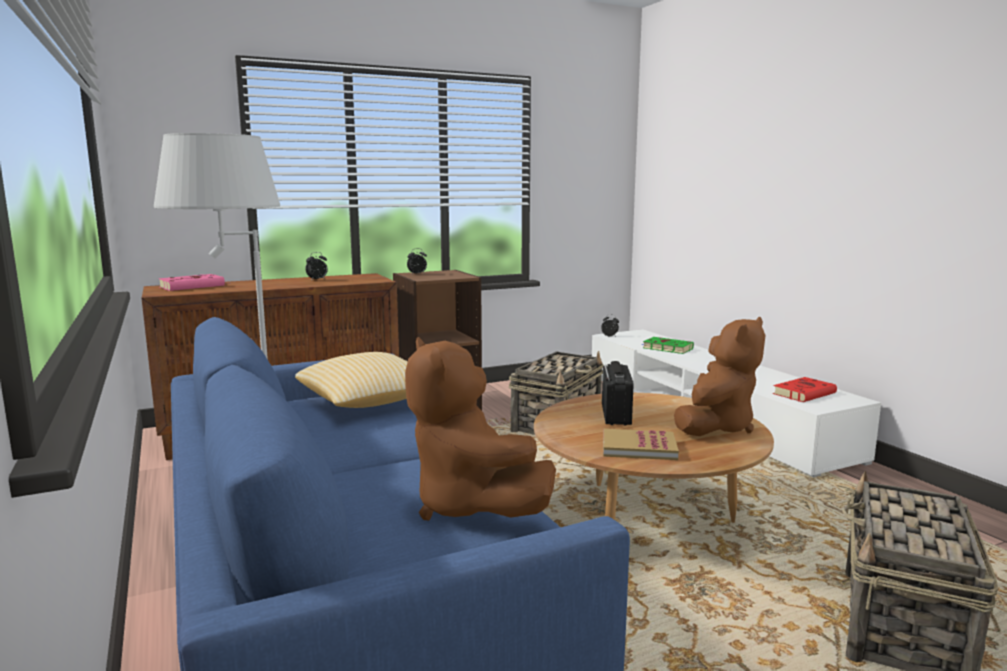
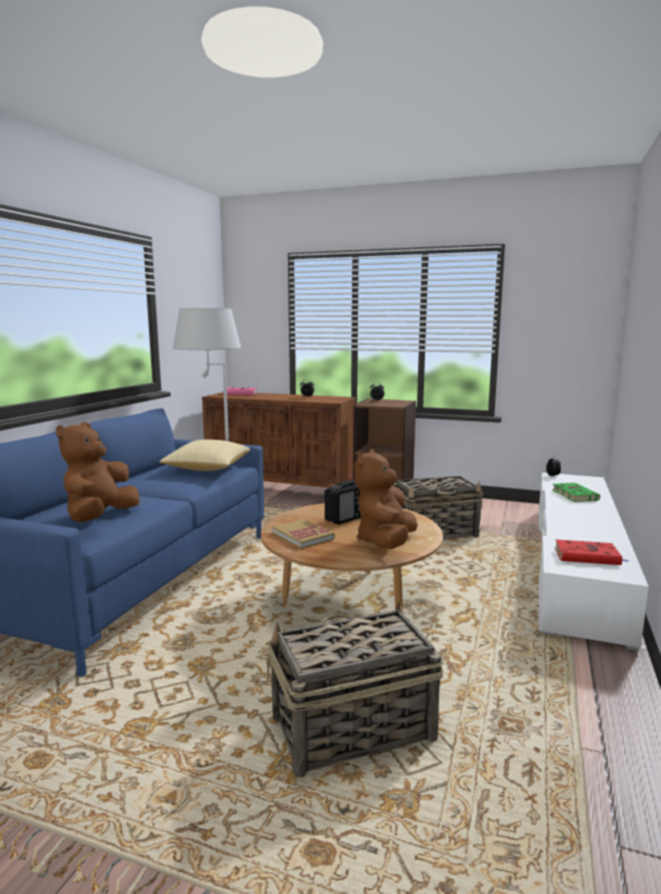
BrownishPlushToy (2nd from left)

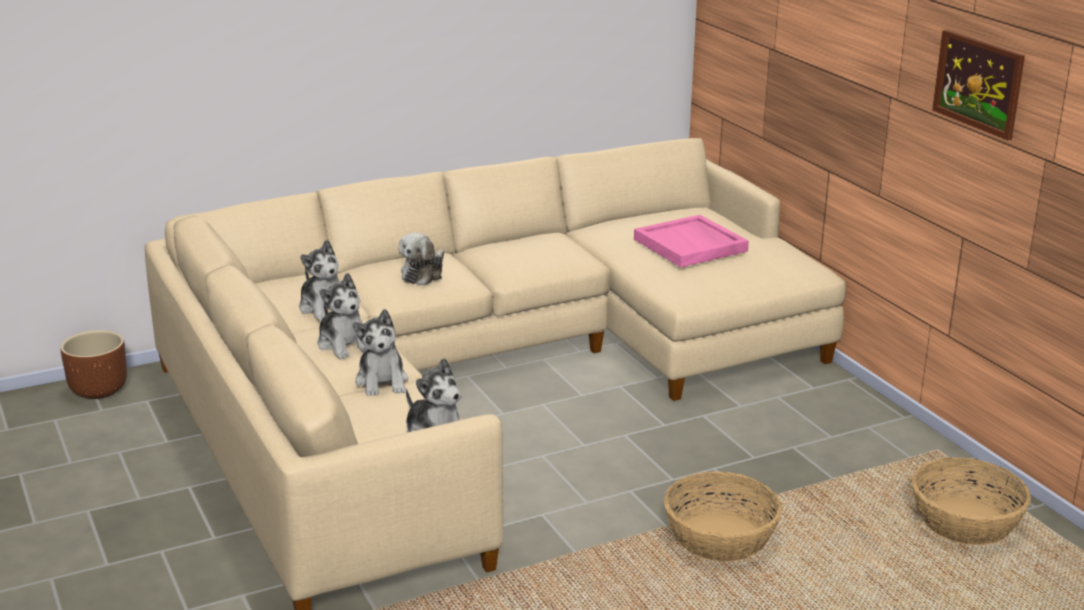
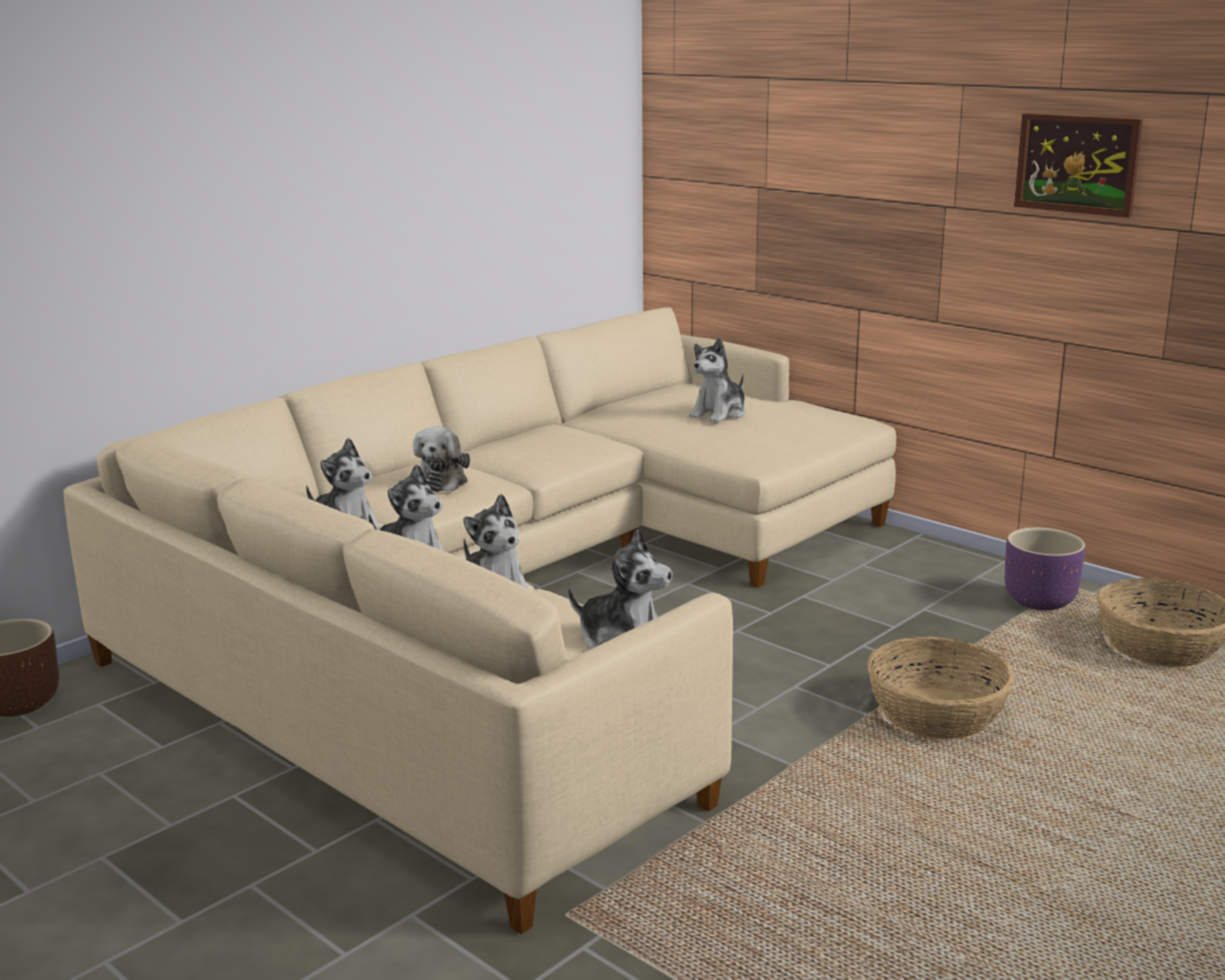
PurpleColouredPlantPot; PlushToy (6th from left)

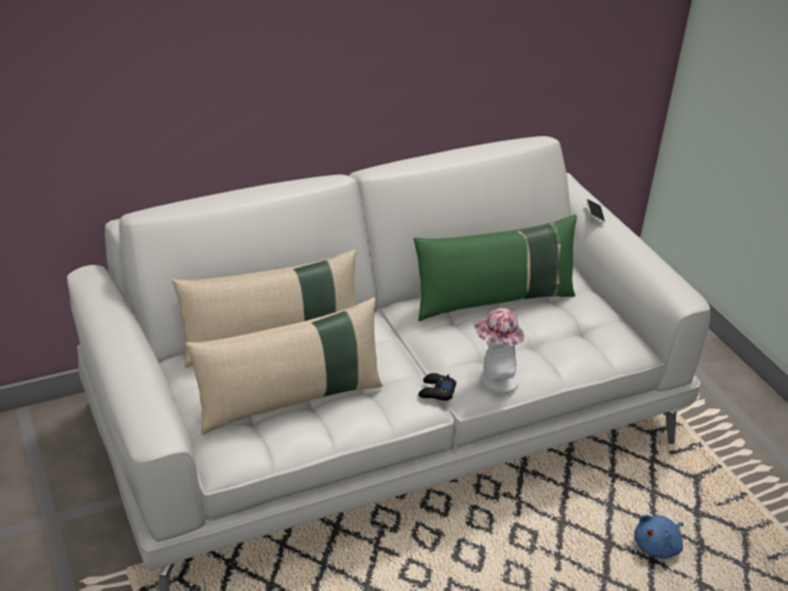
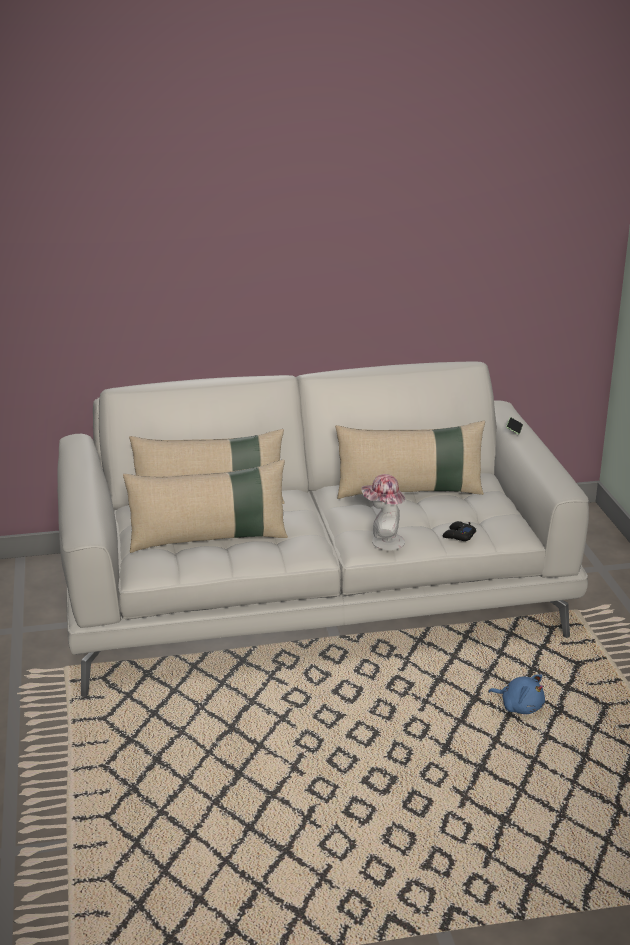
BlackGameController; SandColouredPillow (3rd from left); BluePlushToy

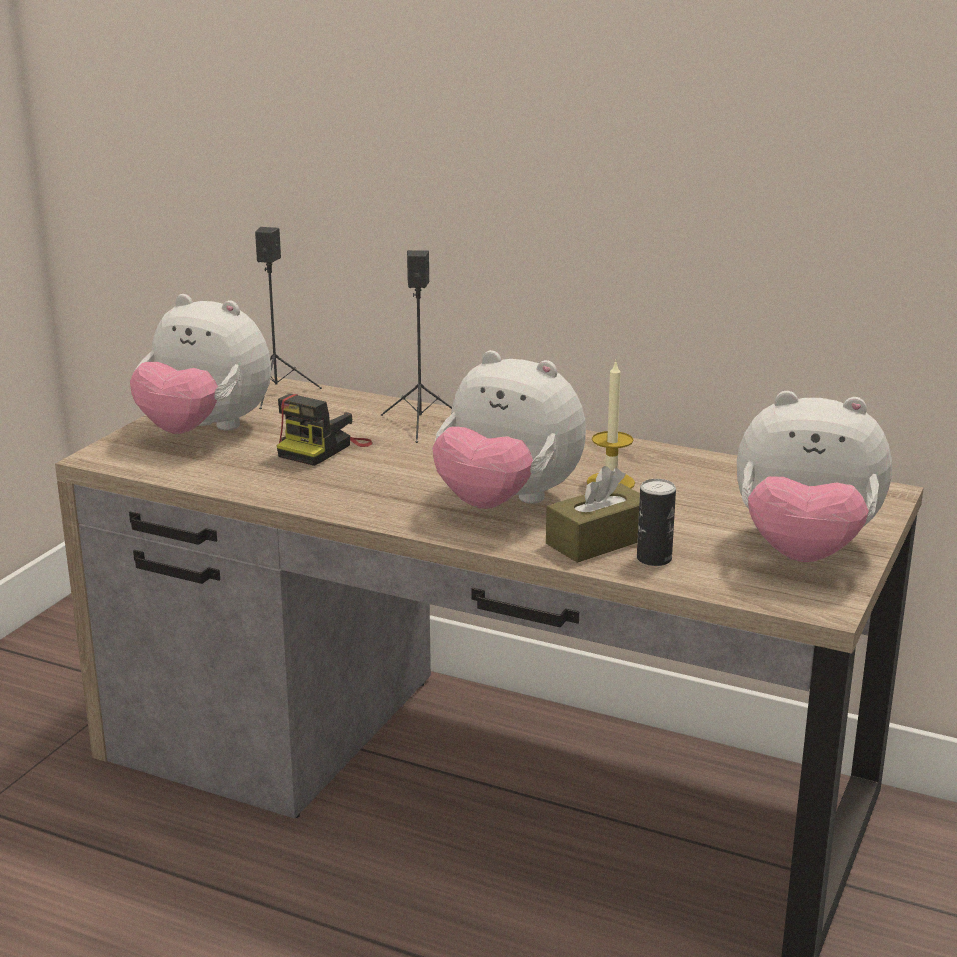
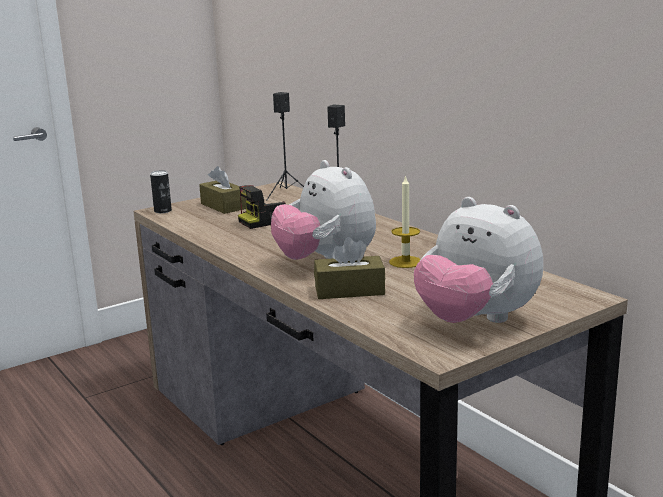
MetalCan; BrownishBoxOfTissues (1st from left)

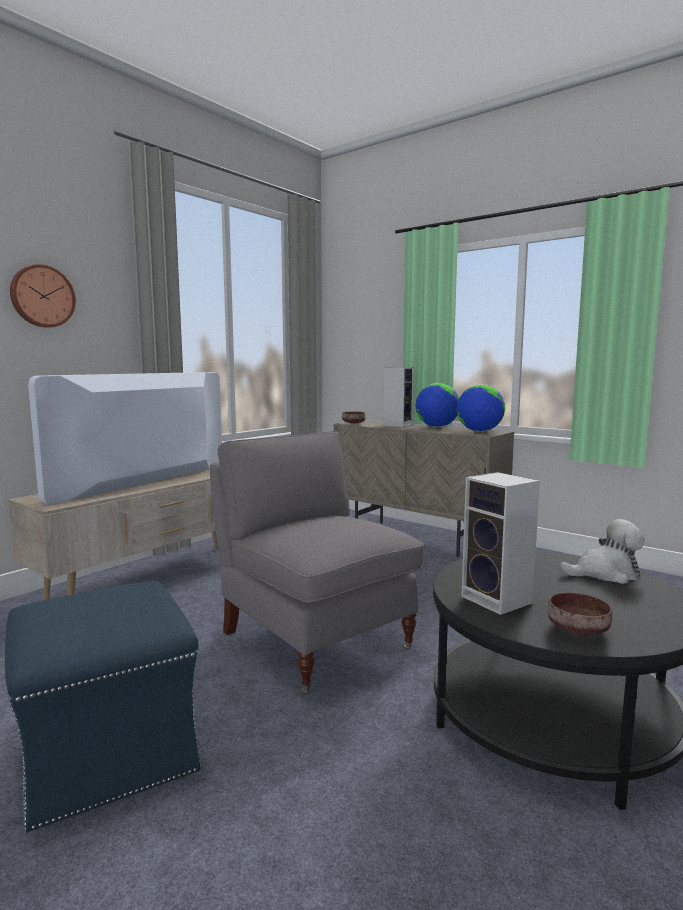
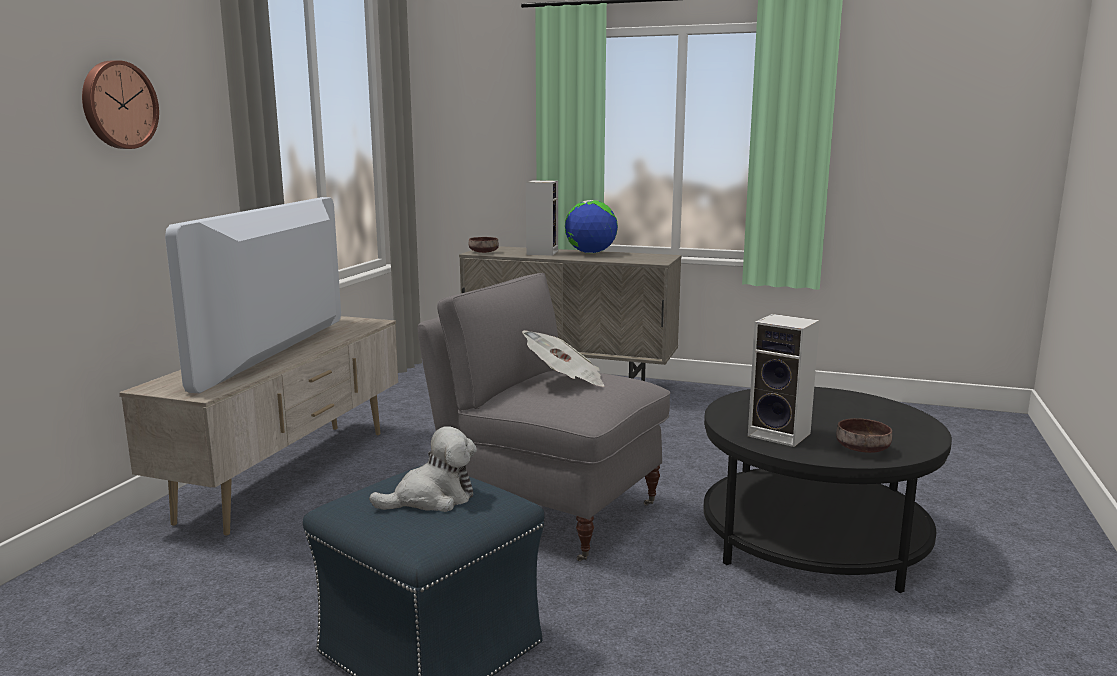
DeskGlobe (2nd from left in the first image); DailyPaper; PlushToy

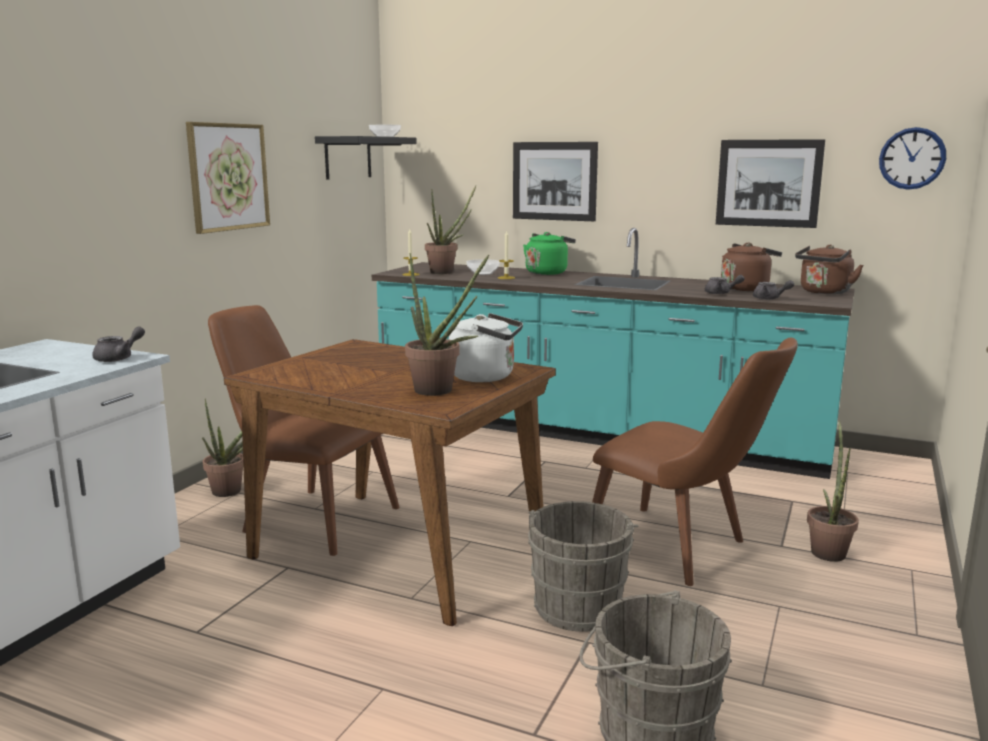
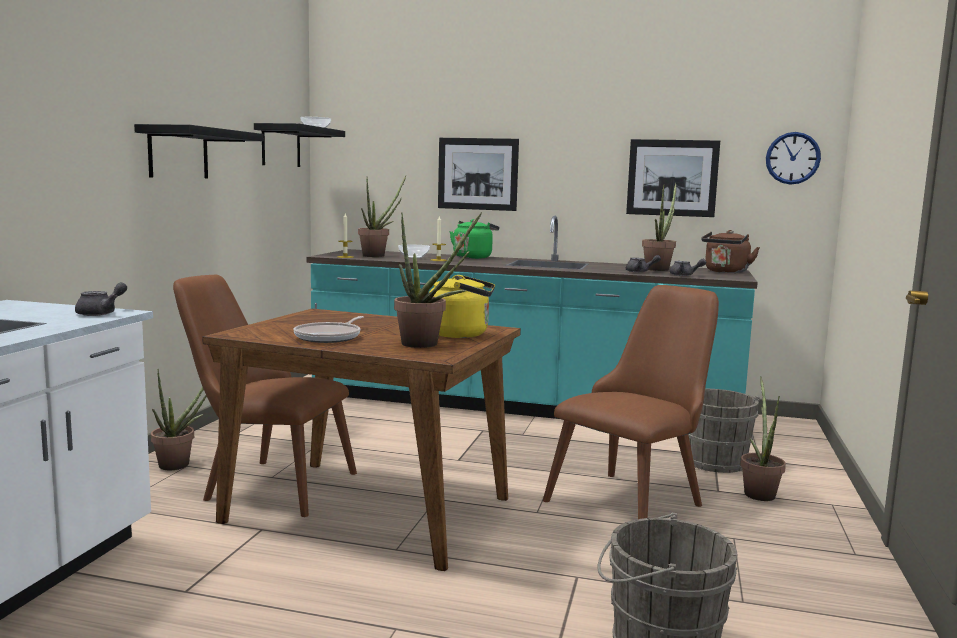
FryingPan; GreyishWaterBucket (2nd from left); BlackBracketShelf (1st from left); PlantInAPot (4th from left); YellowWaterKettle; BrownishUprightChair (2nd from left)

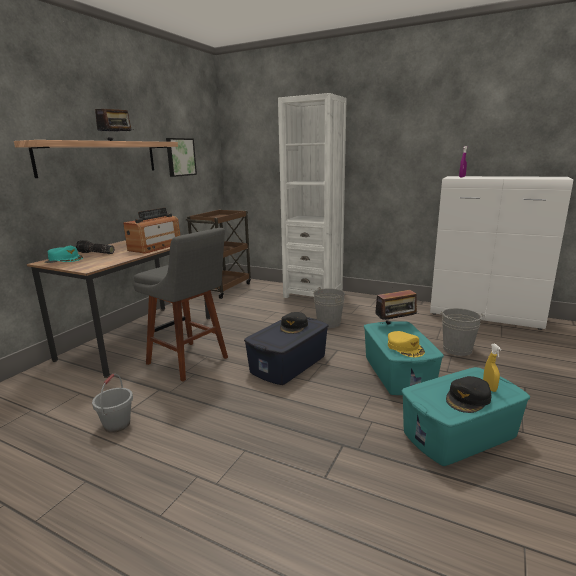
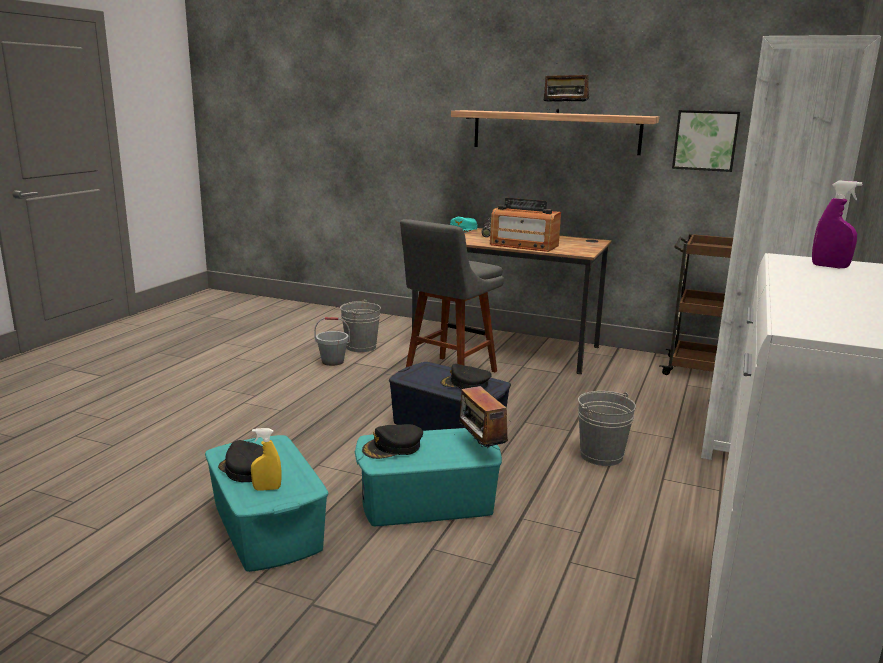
GreyishWaterBucket (2nd from left); BlackPeakedCap (2nd from left)

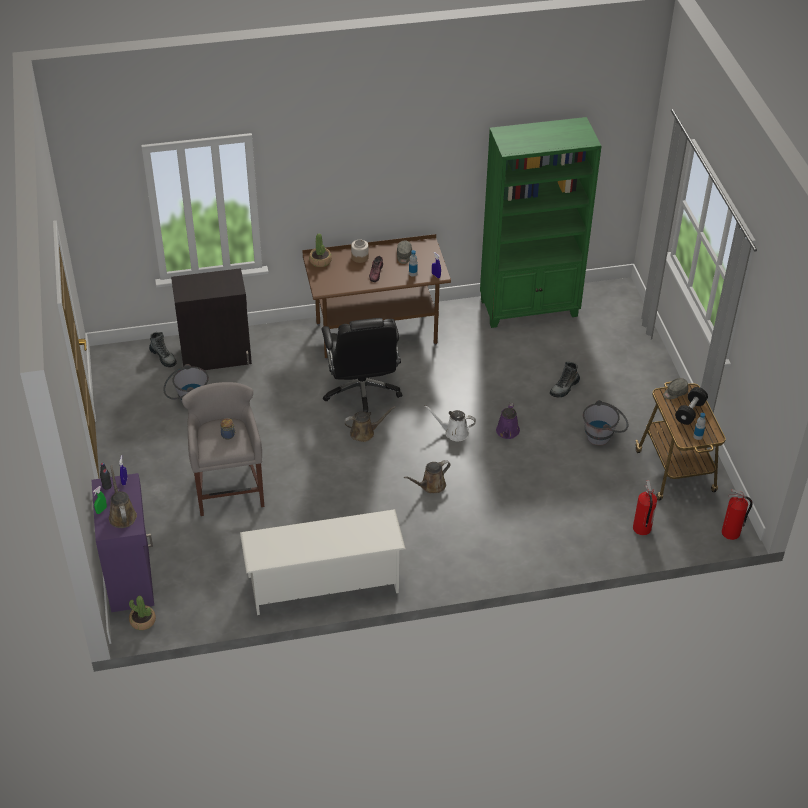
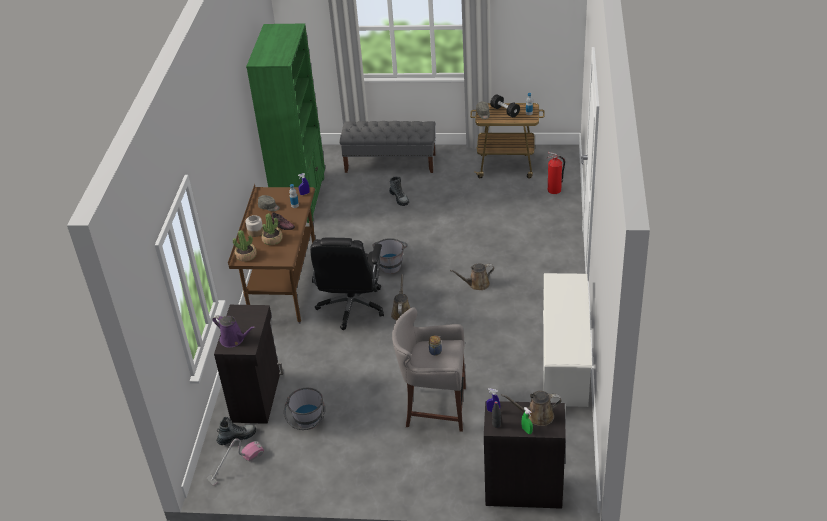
WhitishSprinklingCan; FireFightingCylinder (2nd from left in the first image); VacuumCleaner; GreyishLongSeat; PlantInAPot (2nd from left); PurpleColouredSprinklingCan; GreyishWaterBucket (2nd from left); BlackCupboard (2nd from left); BlackOfficeChair; BrownishSprinklingCan (2nd from left)

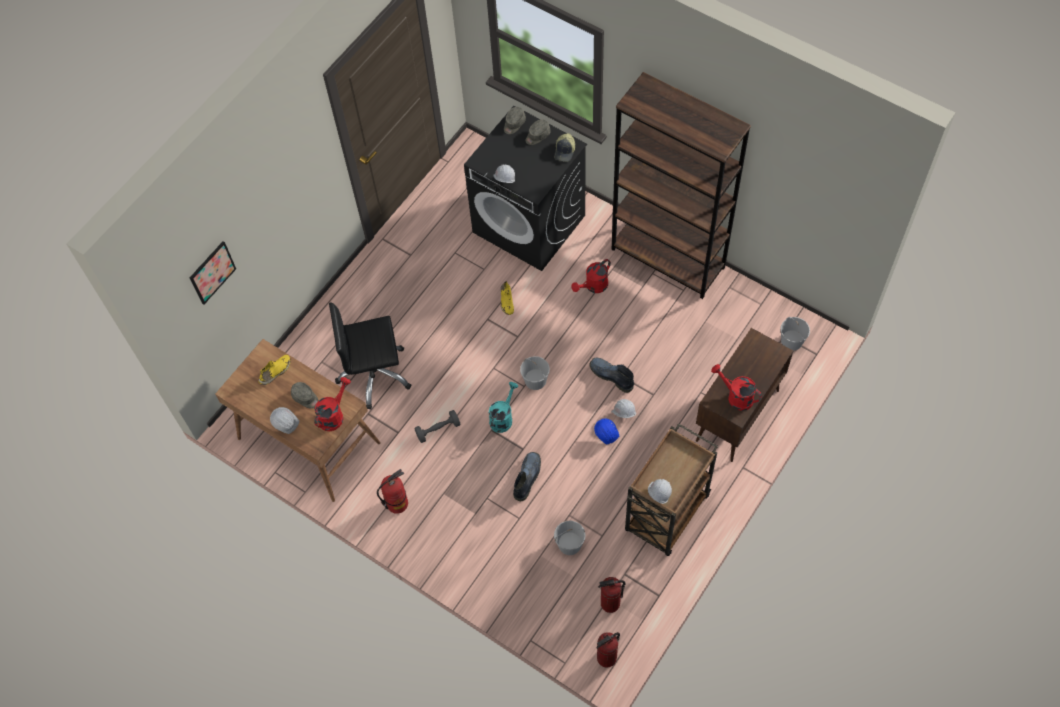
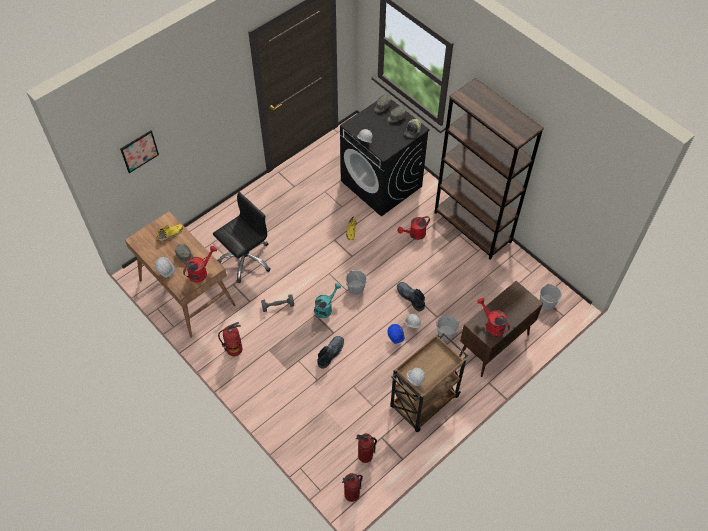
WhitishWaterBucket (2nd from left); BlackOfficeChair

